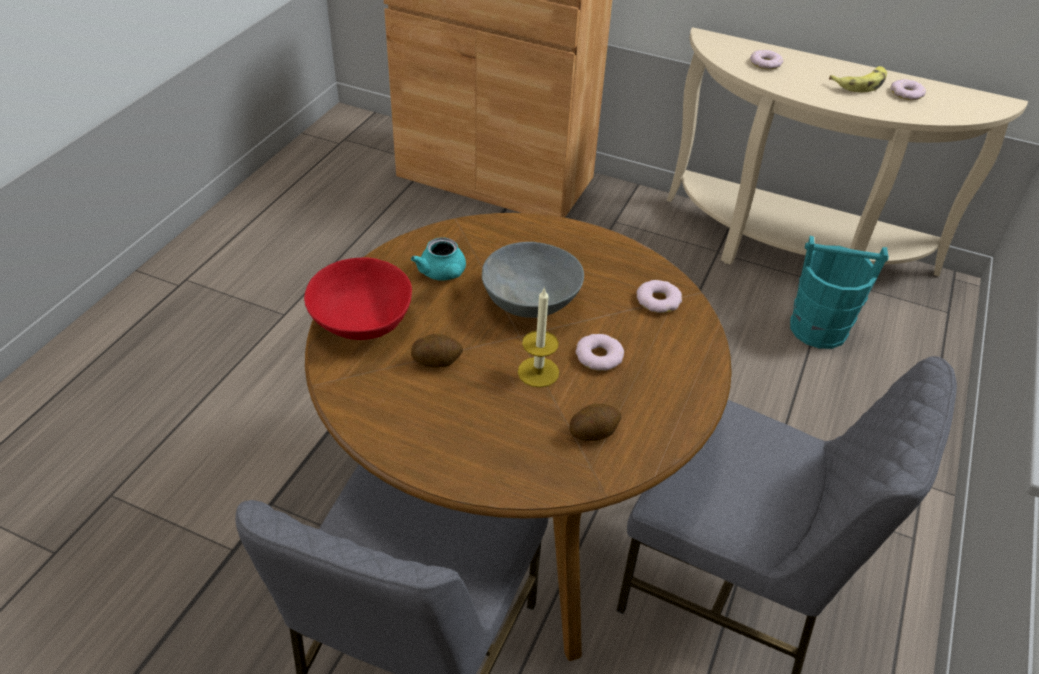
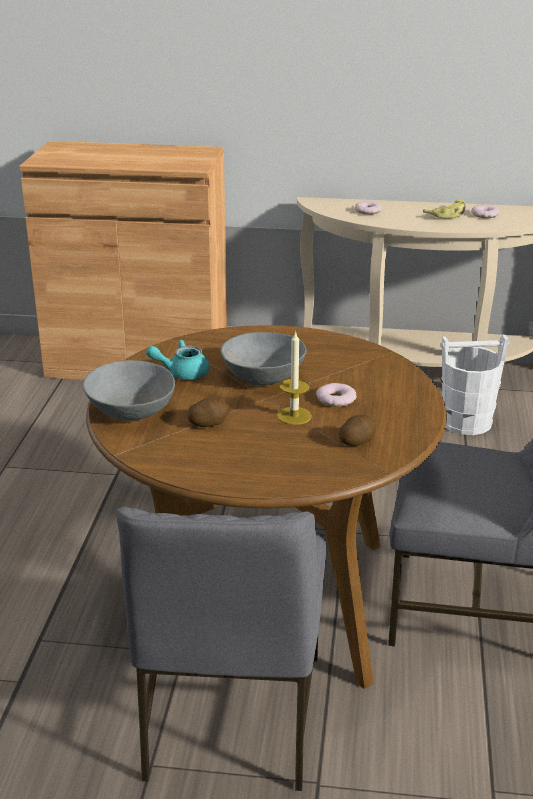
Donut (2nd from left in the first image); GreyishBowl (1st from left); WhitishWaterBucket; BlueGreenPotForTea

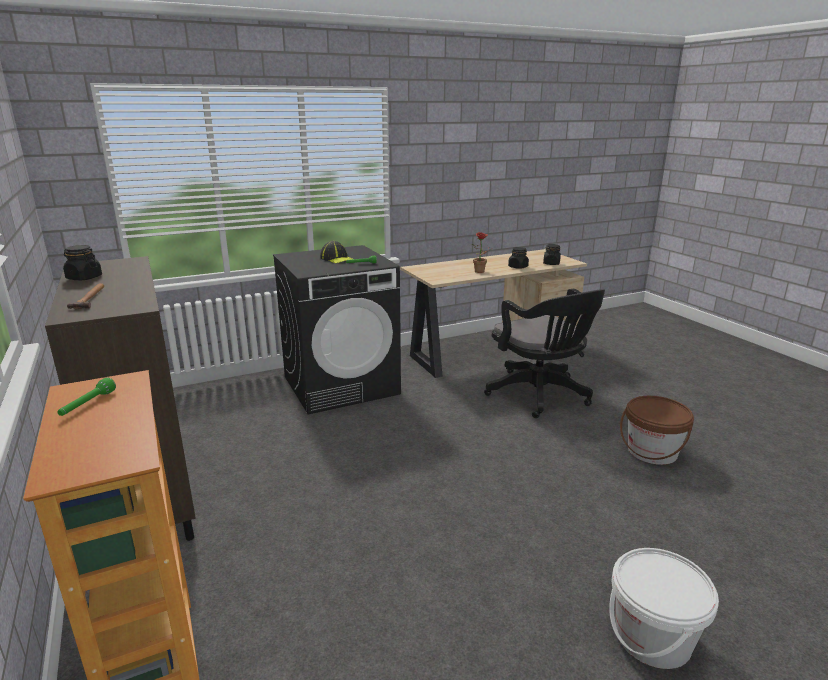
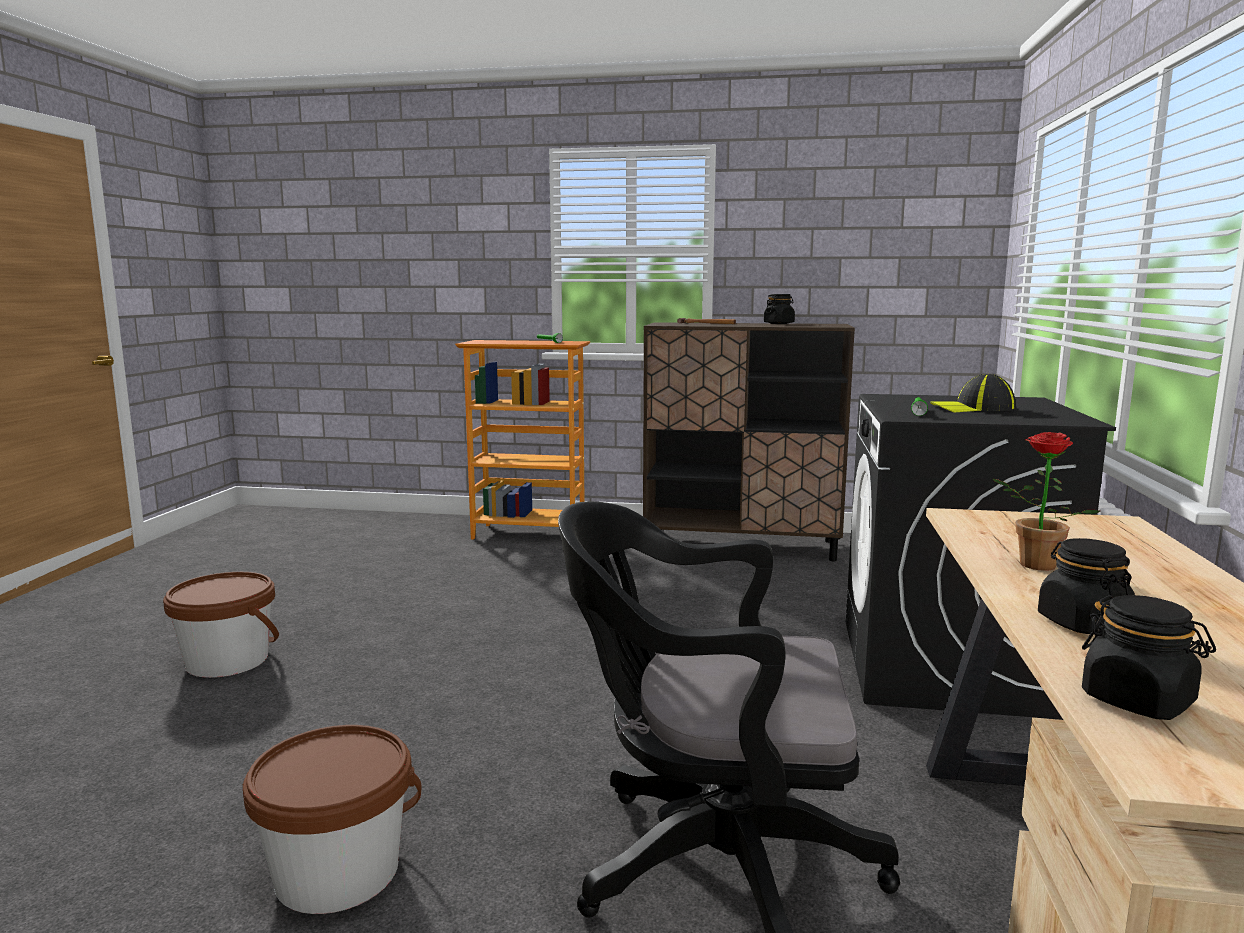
BrownishWaterBucket (1st from left)

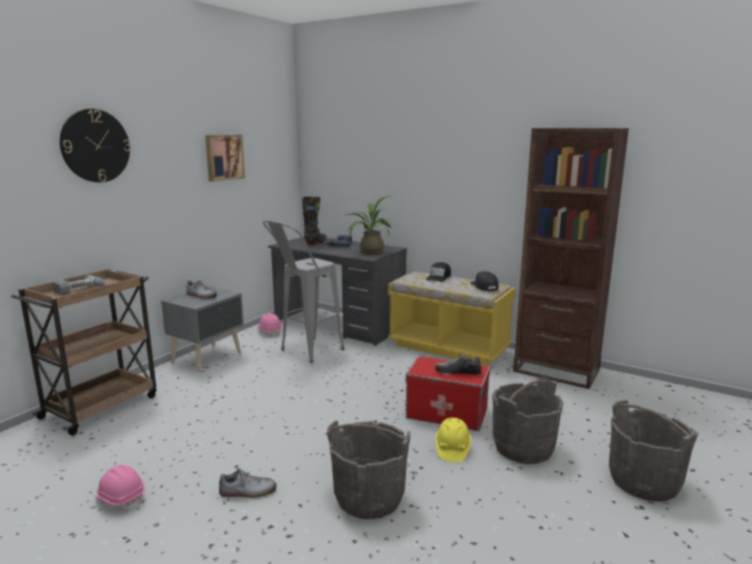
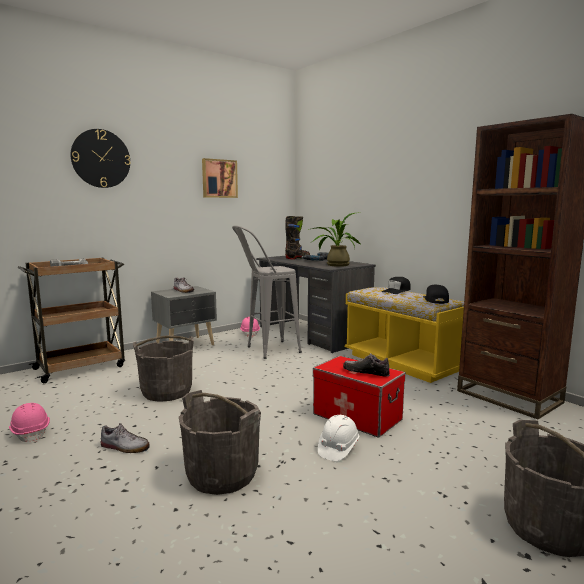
GreyishWaterBucket (1st from left); WhitishSafetyHelmet

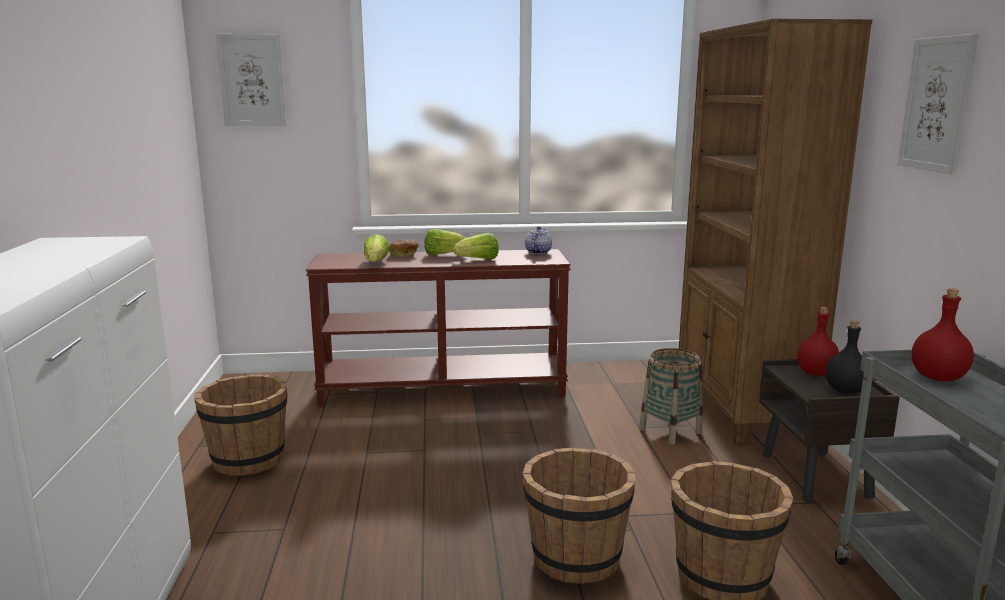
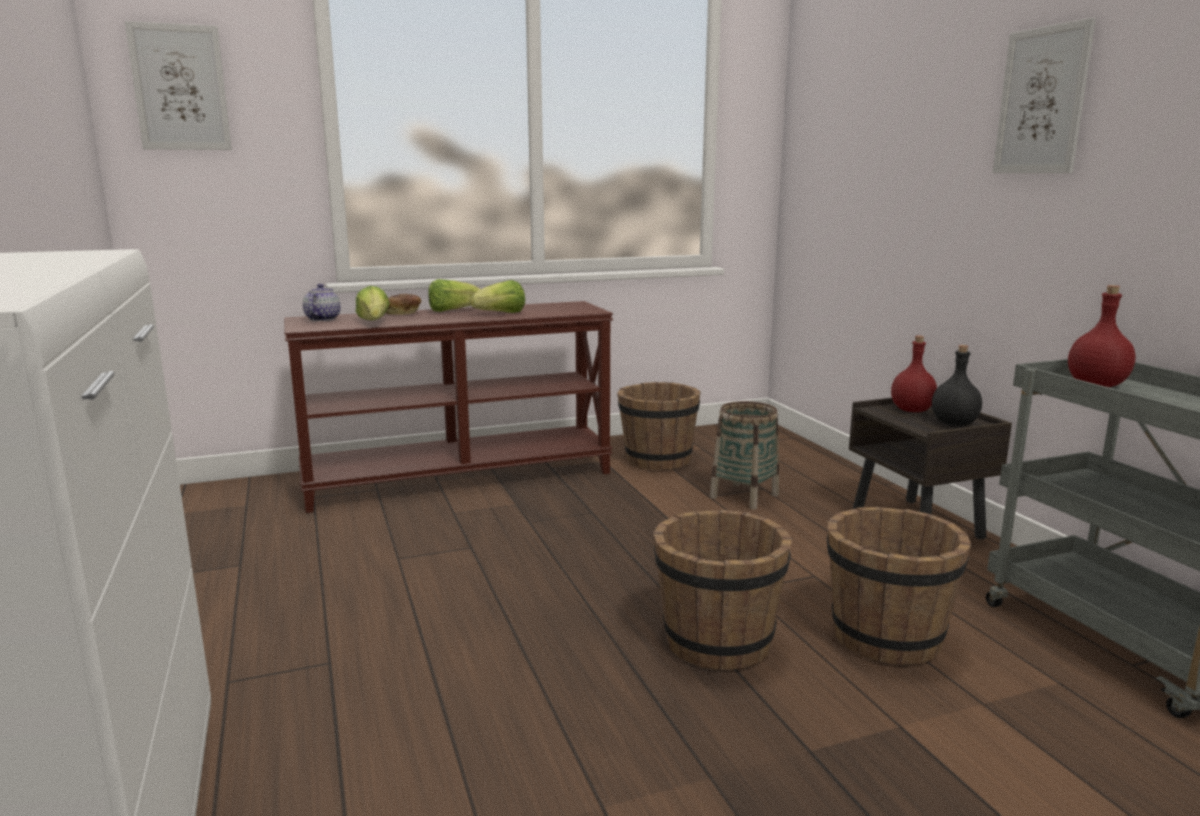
BrownishBookcase; BrownishWaterBucket (1st from left); PotForTea

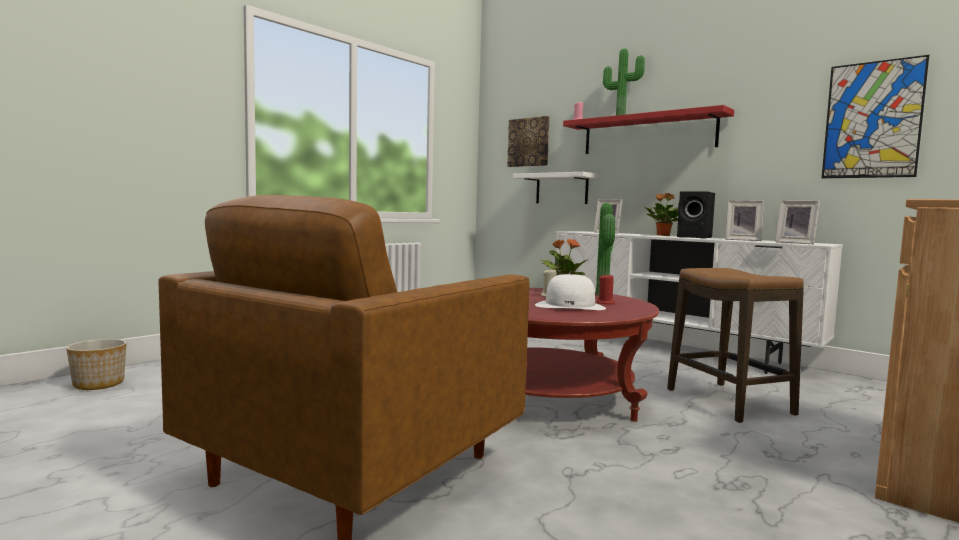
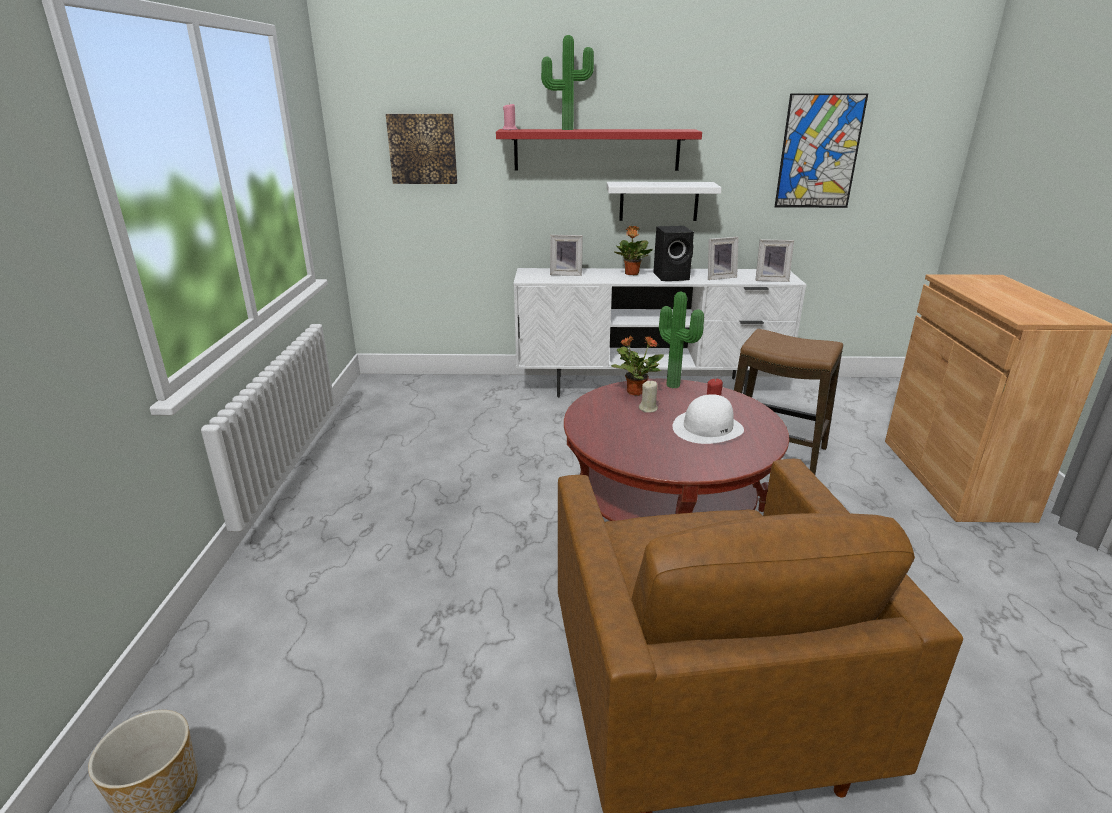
WhitishBracketShelf

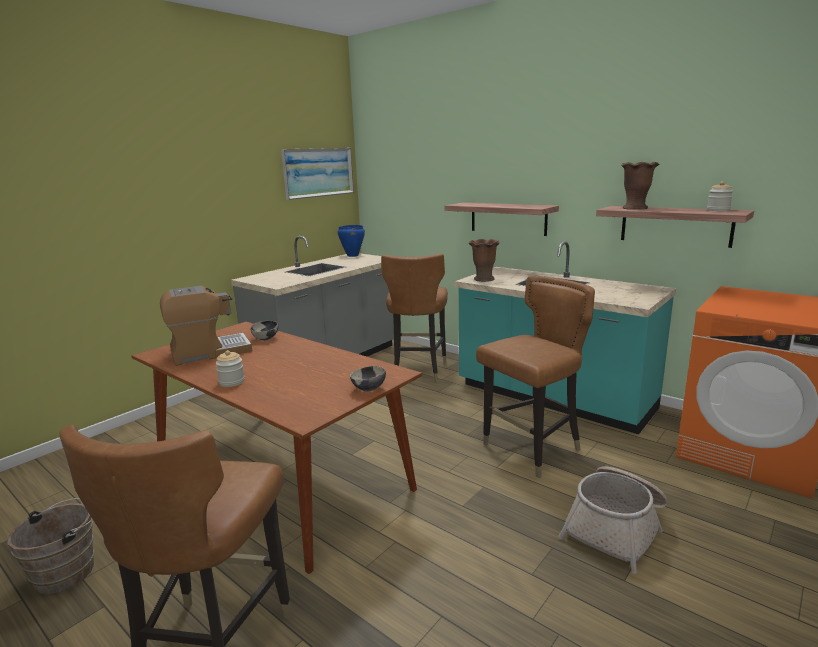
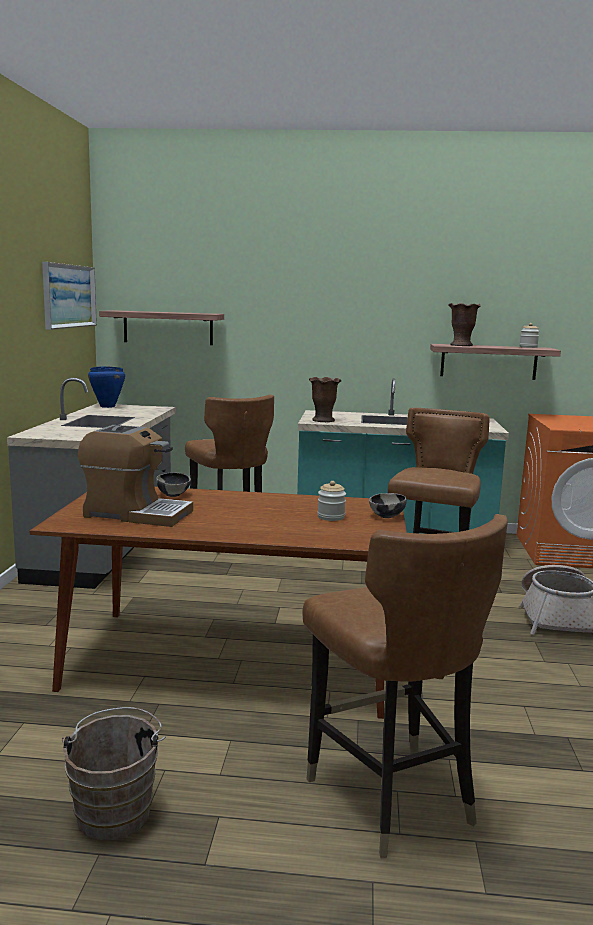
Jar (1st from left); BracketShelf (1st from left); CoffeeBrewer

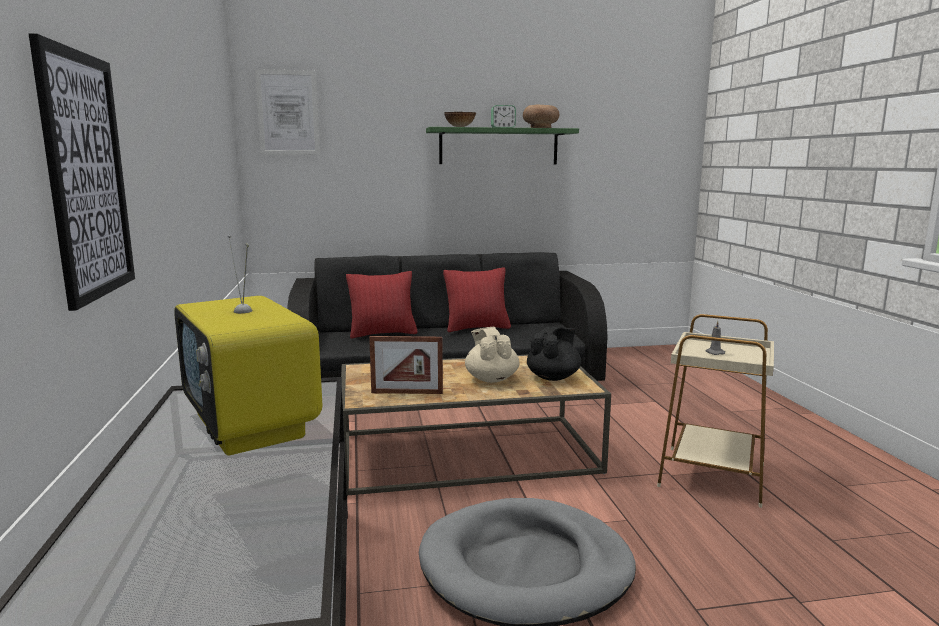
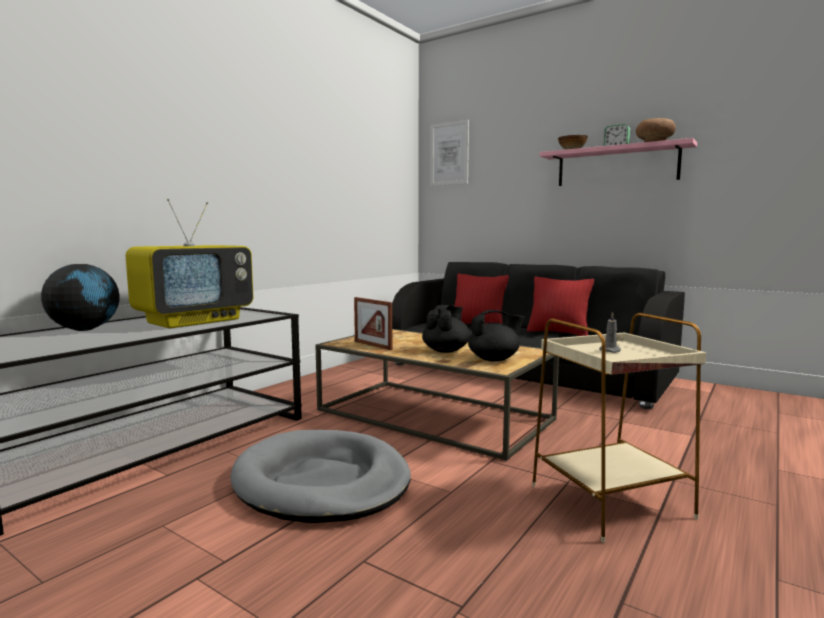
WallArt (1st from left in the first image); DeskGlobe; PinkishBracketShelf; BlackPotForTea (1st from left); Tv

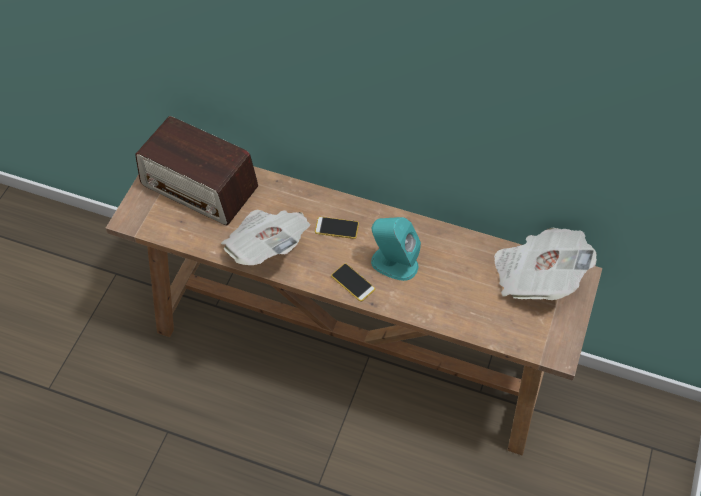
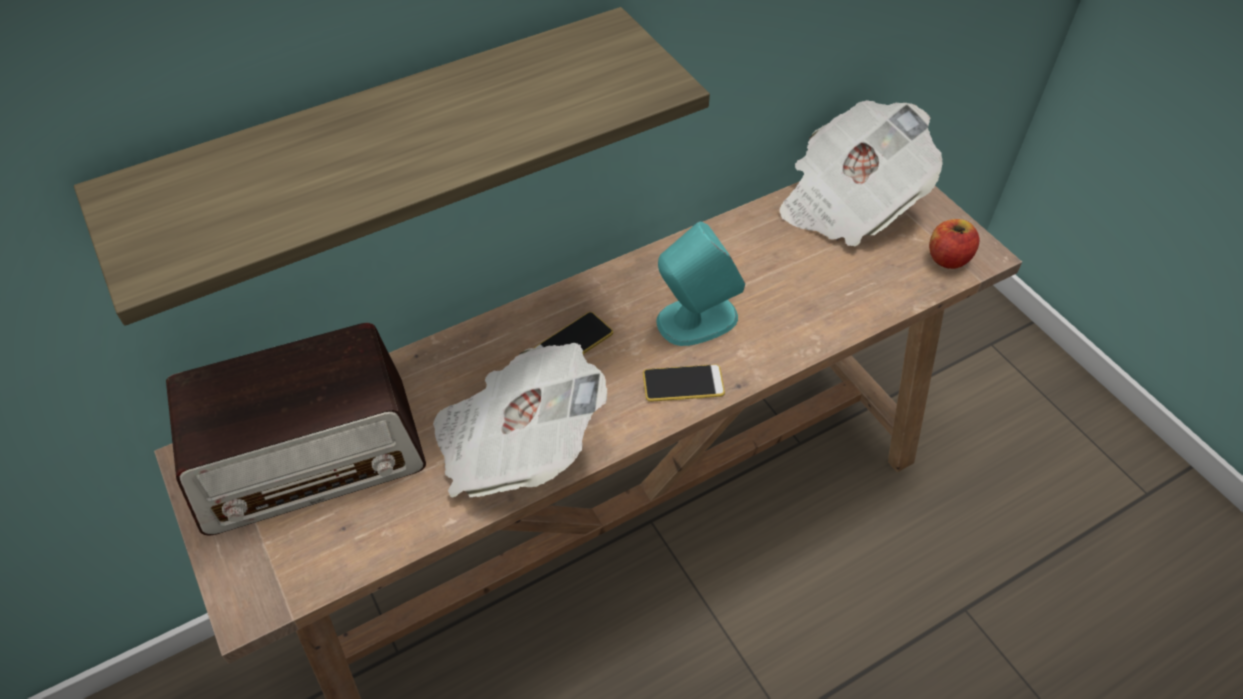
BracketShelf; Apple

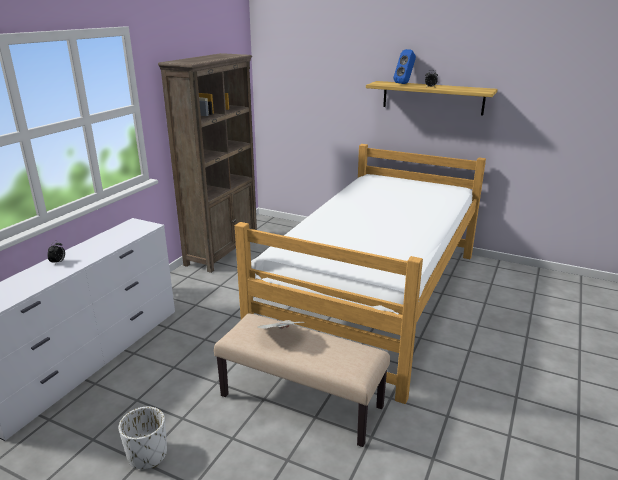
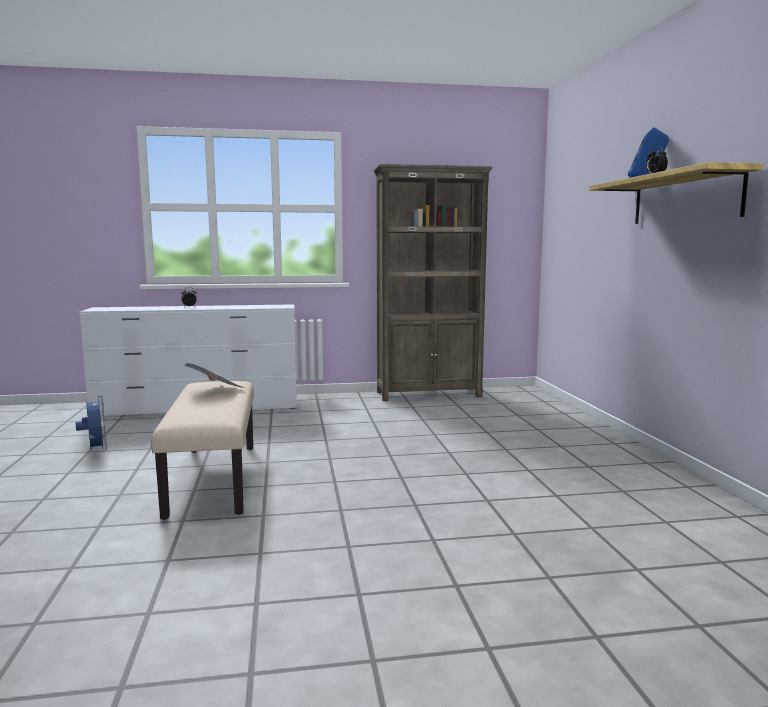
Bed; BlueCoolingFan

